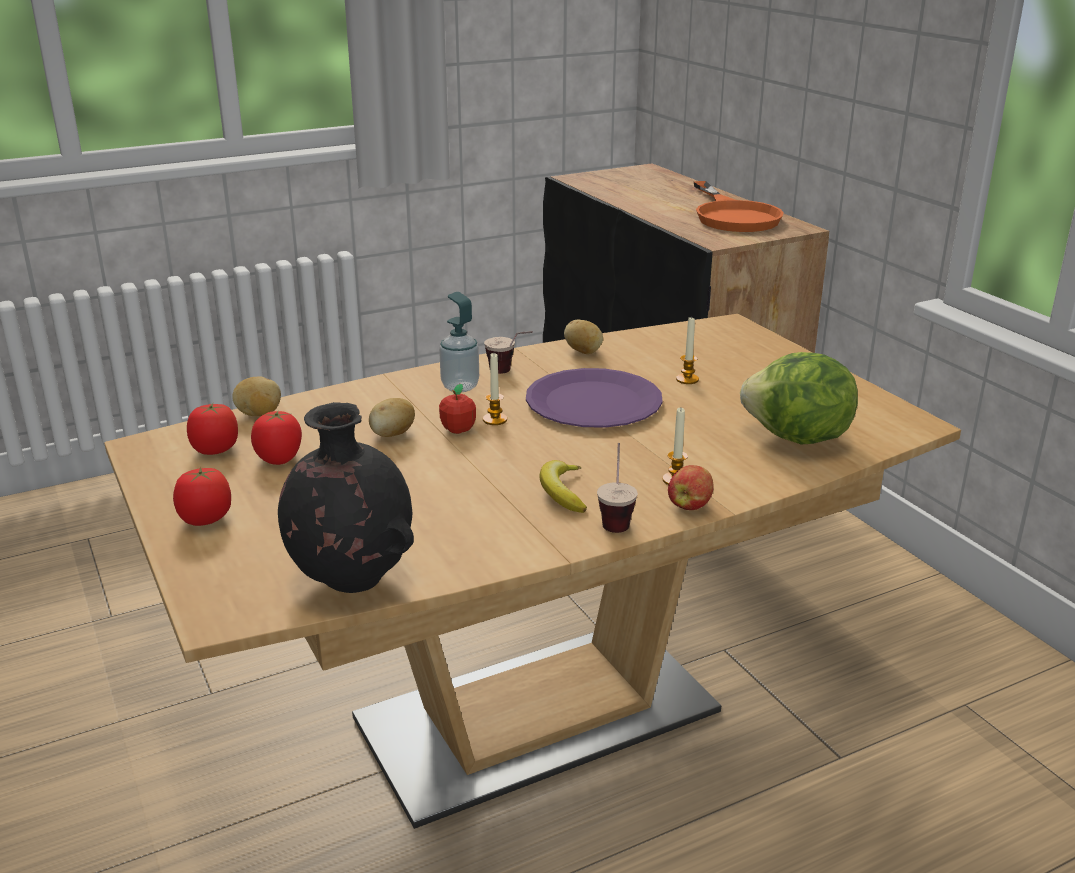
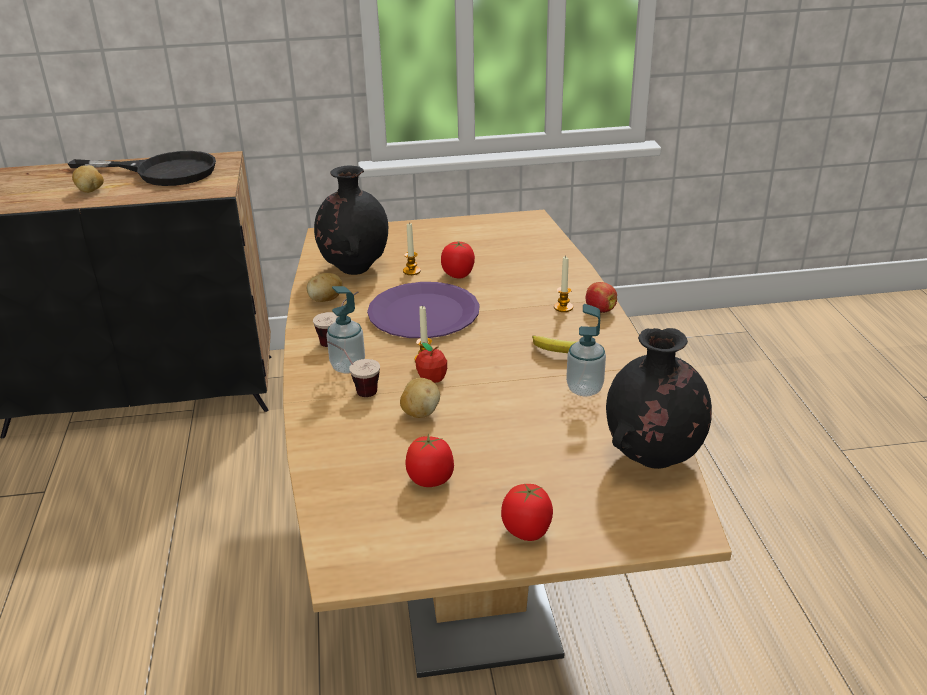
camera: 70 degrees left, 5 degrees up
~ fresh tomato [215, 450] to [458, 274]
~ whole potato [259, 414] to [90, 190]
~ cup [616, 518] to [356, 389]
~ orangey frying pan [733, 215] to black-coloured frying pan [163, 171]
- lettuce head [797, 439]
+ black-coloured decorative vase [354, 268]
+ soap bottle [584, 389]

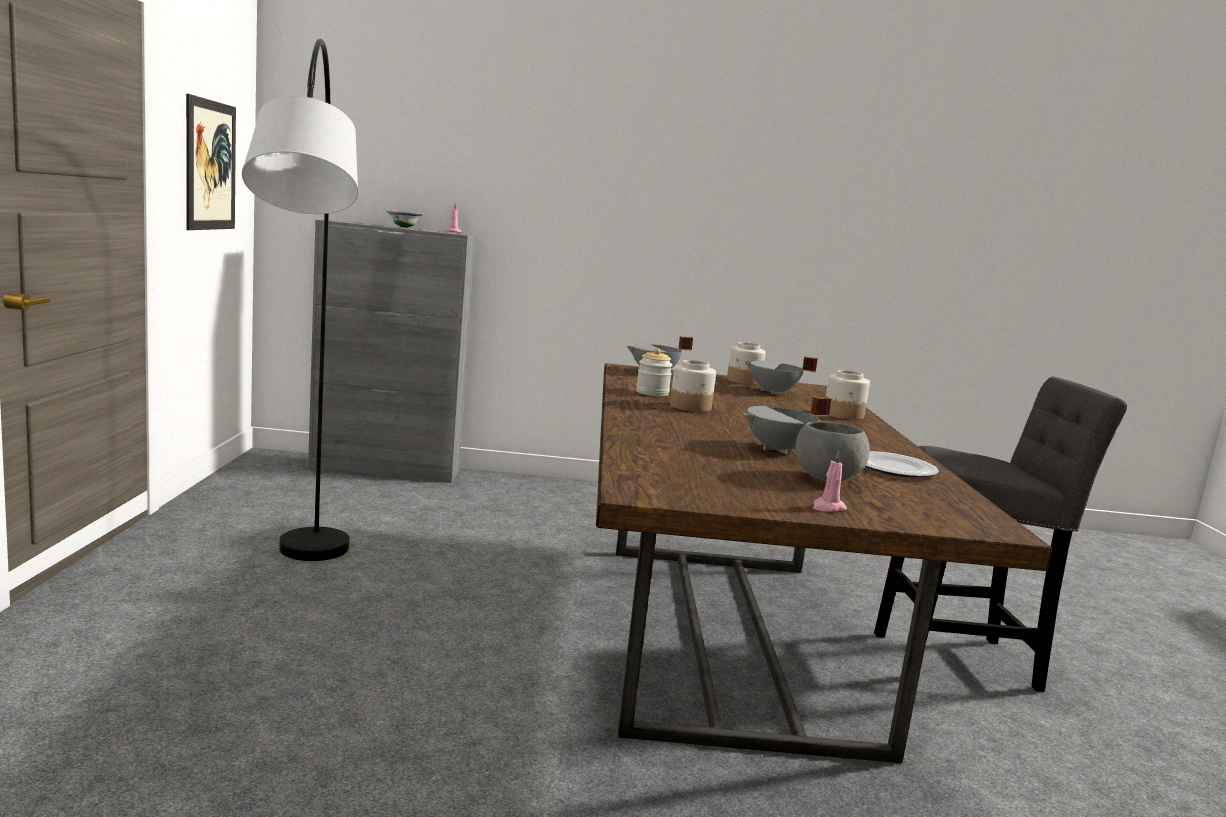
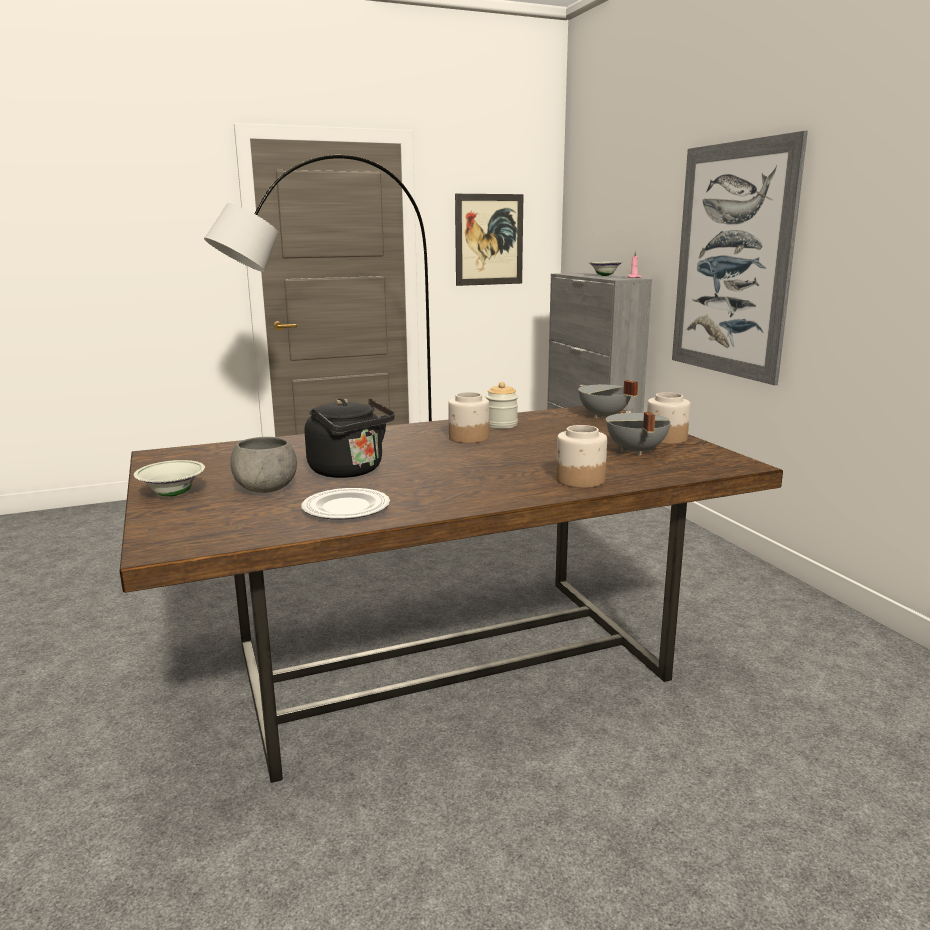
camera: 70 degrees right, 5 degrees up
~ grey stockpot [779, 450] to black-coloured tea kettle [350, 471]
~ pinkish wax light [828, 508] to white deep dish [173, 494]
- grey stool seat [964, 661]
+ picture [732, 261]

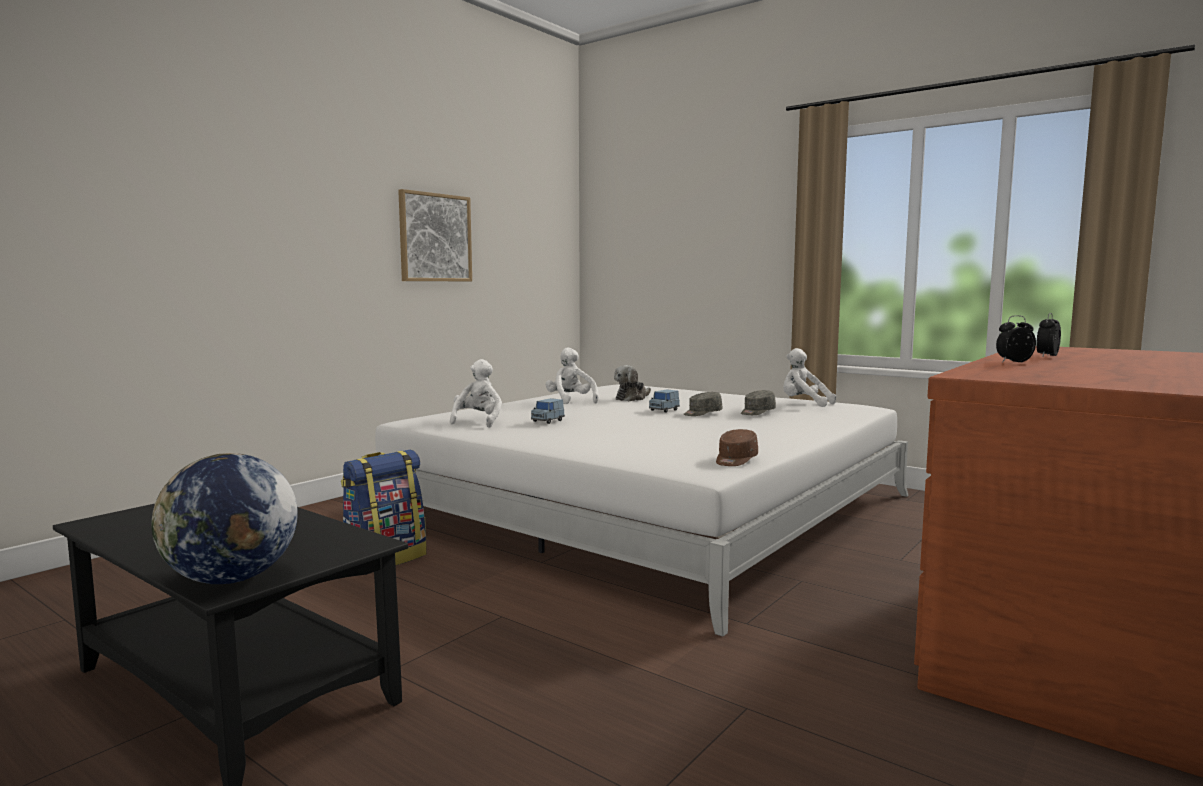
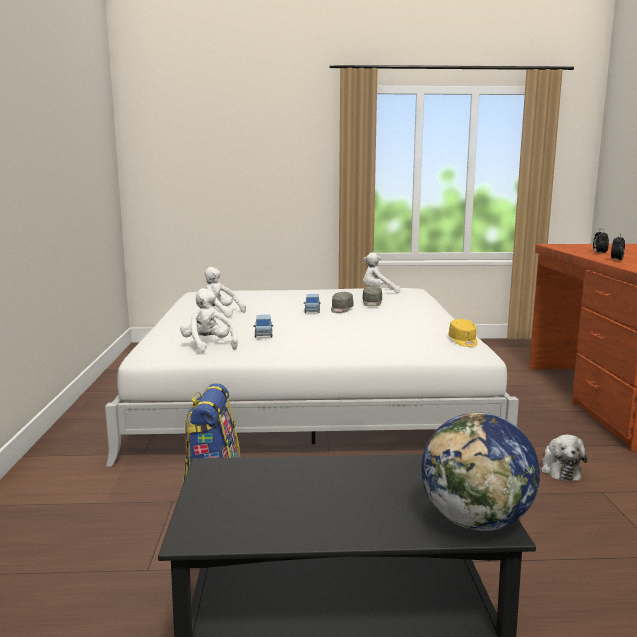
camera: 40 degrees left, 5 degrees up
- picture [435, 237]
~ plush toy [632, 398] to [559, 470]
~ brown-coloured cap [735, 460] to yellow cap [463, 341]

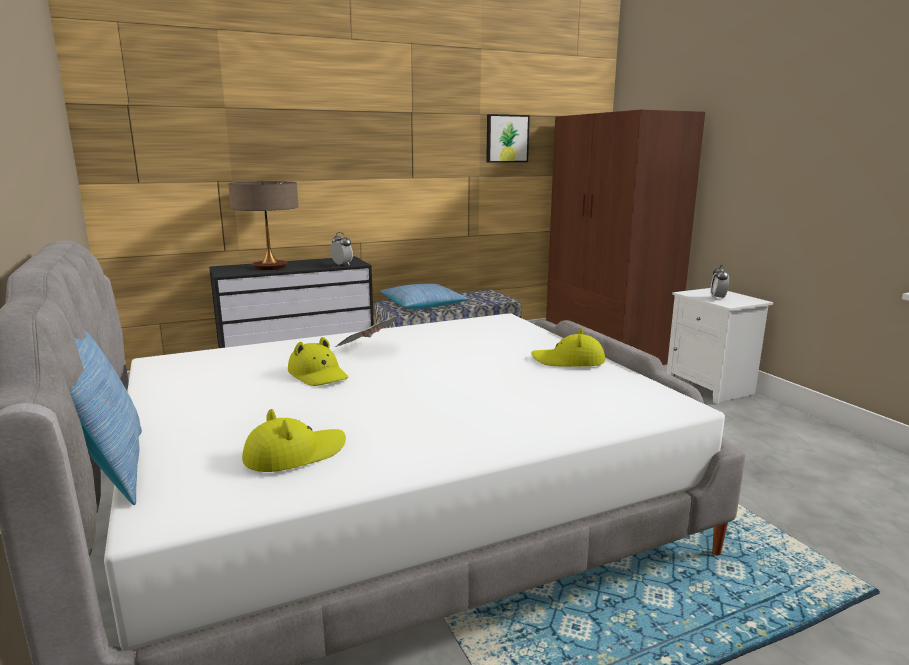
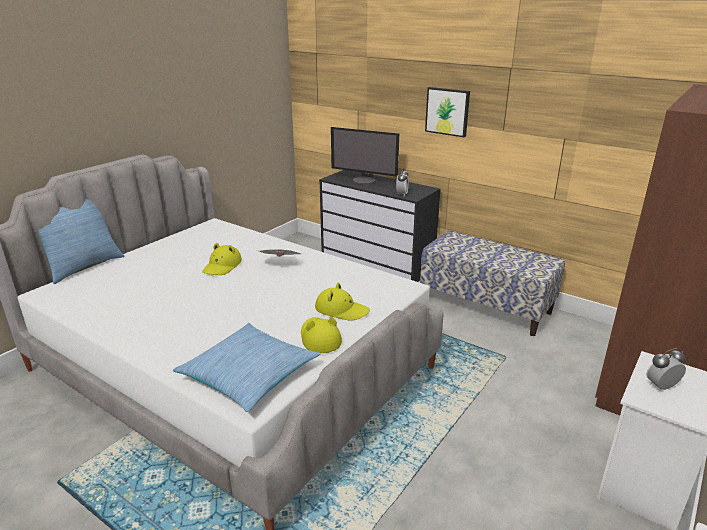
camera: 60 degrees right, 10 degrees up
~ lamp for a table [270, 267] to computer screen [364, 181]
~ yellow hat [294, 454] to [341, 310]
~ cushion [424, 305] to [249, 374]
~ picture [506, 138] to [447, 111]

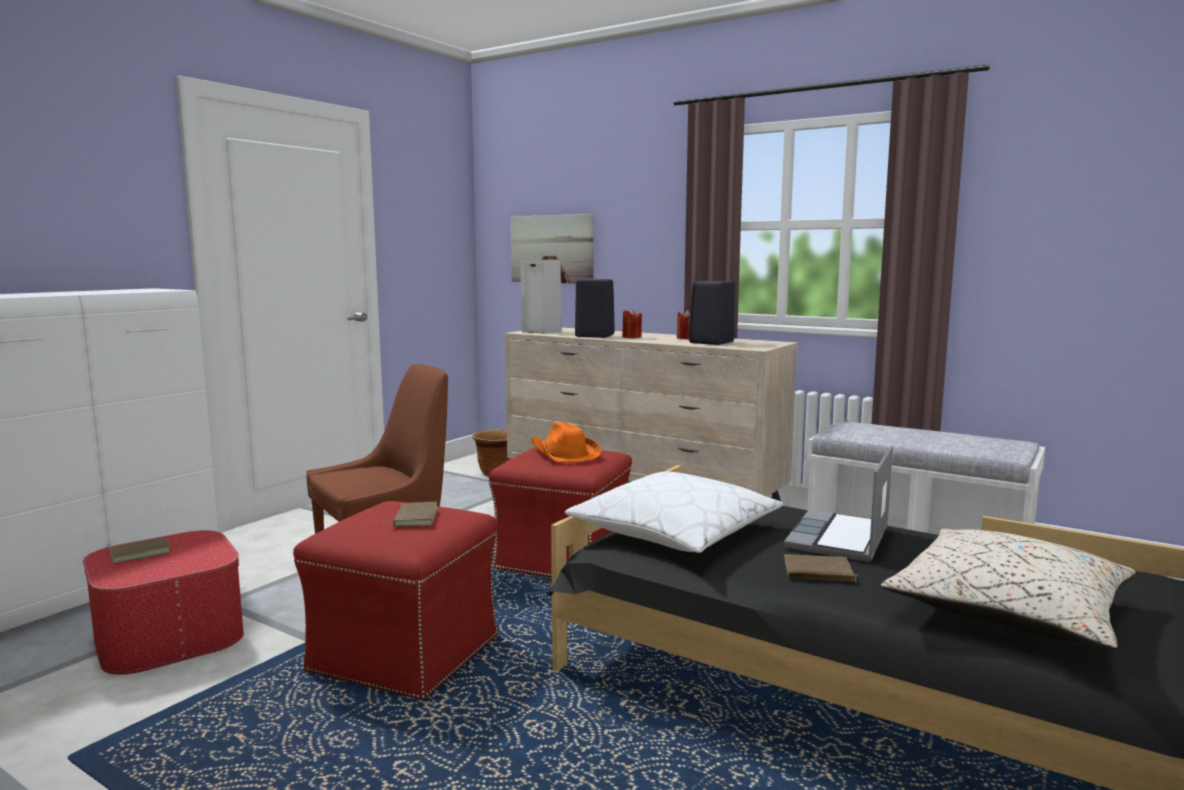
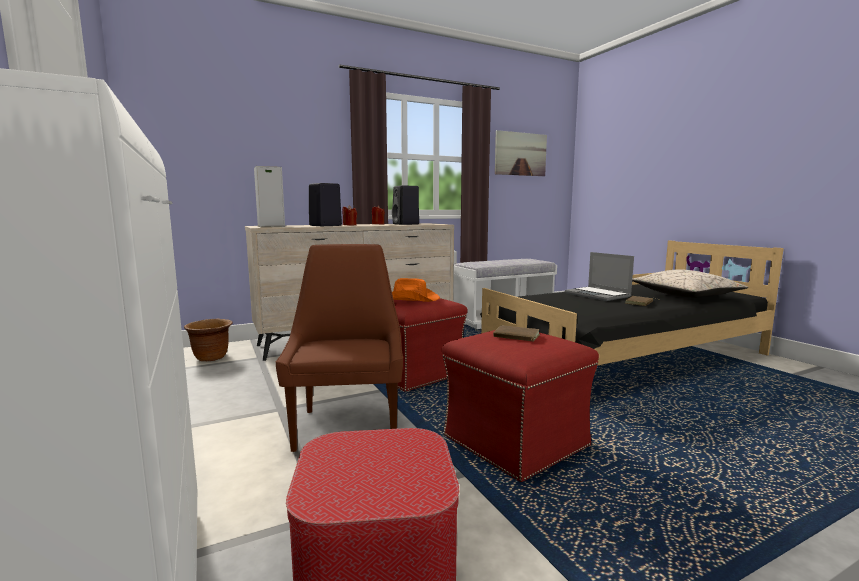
camera: 60 degrees left, 0 degrees up
- brown-coloured book [140, 552]
~ picture [552, 249] to [520, 154]
- white cushion [675, 531]

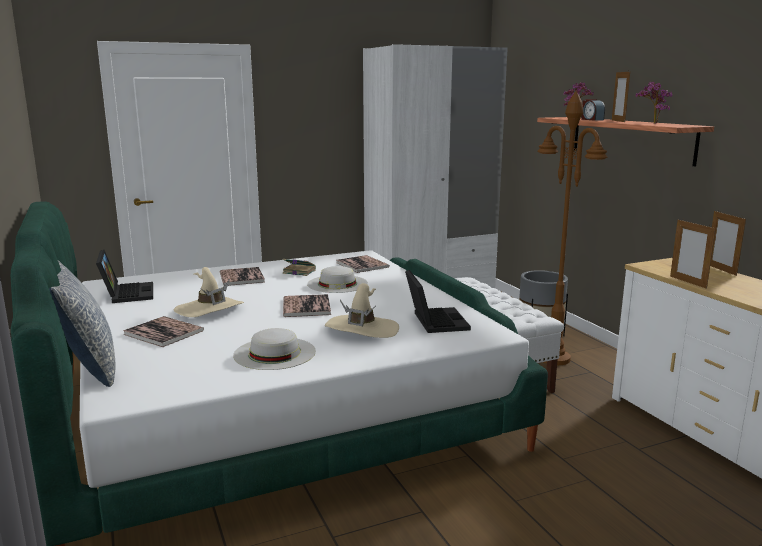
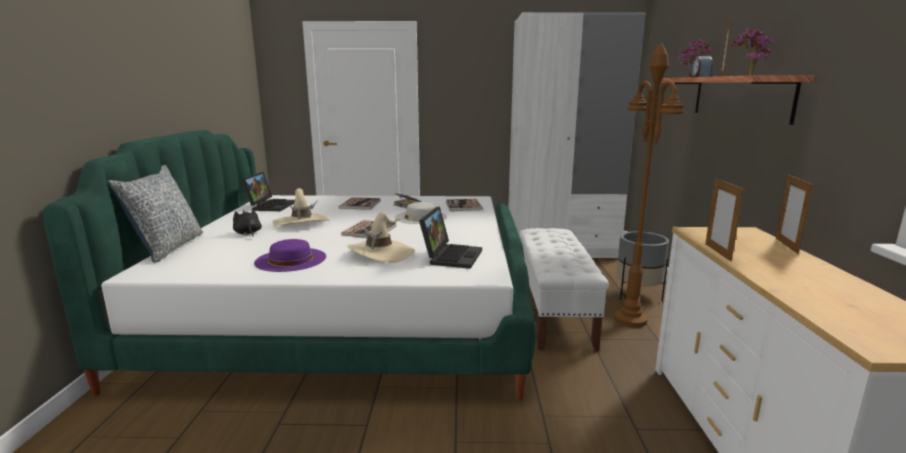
camera: 25 degrees right, 0 degrees up
~ book [164, 332] to black-coloured plush toy [248, 233]
~ white hat [274, 353] to purple-coloured hat [290, 259]

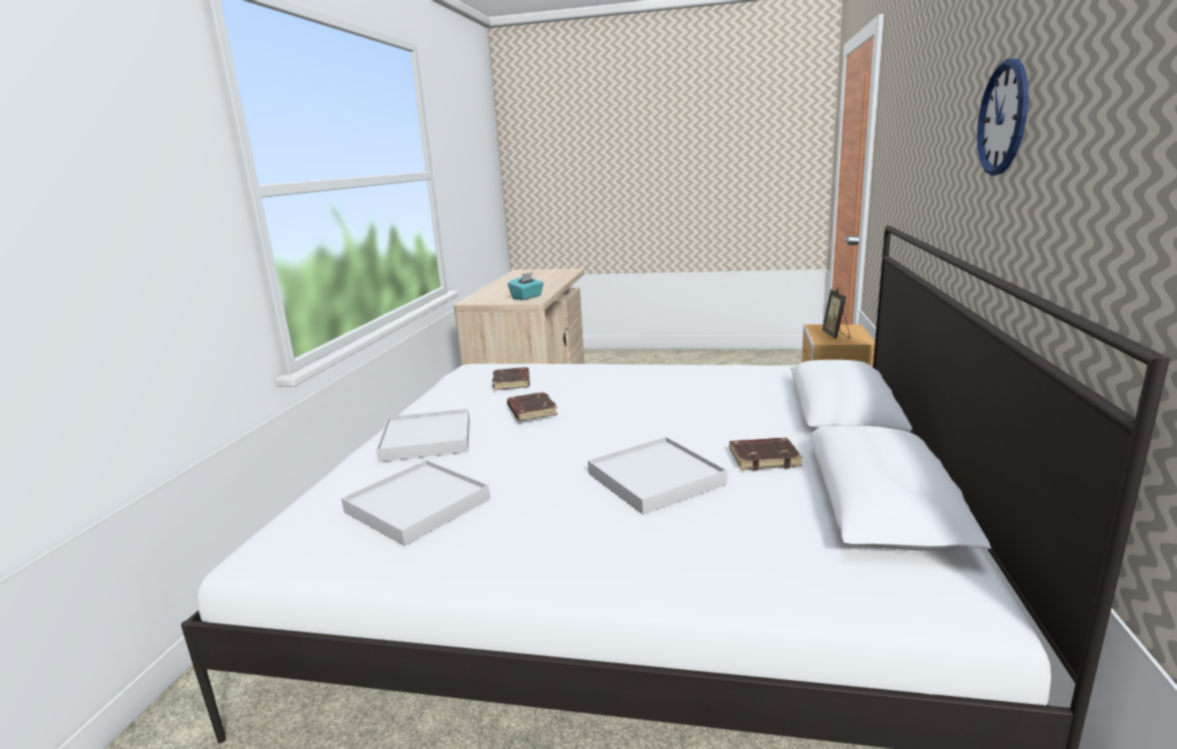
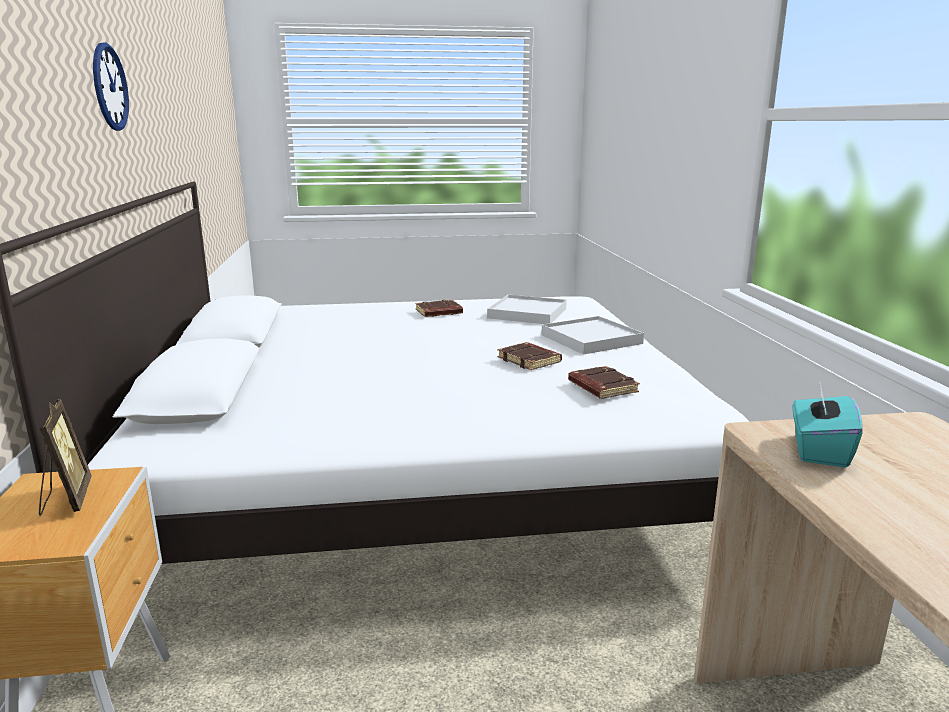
camera: 160 degrees right, 0 degrees up
- white carrying tray [655, 479]
~ brown-coloured book [764, 458] to [438, 312]

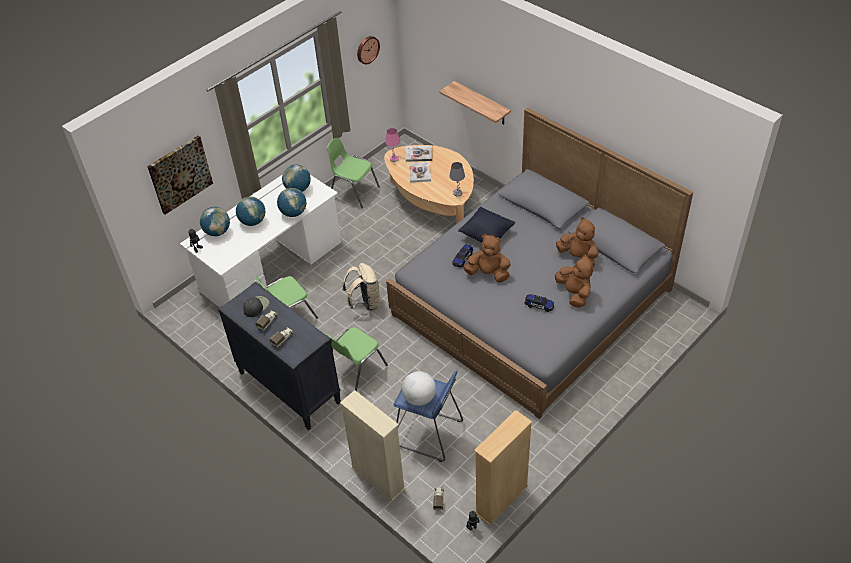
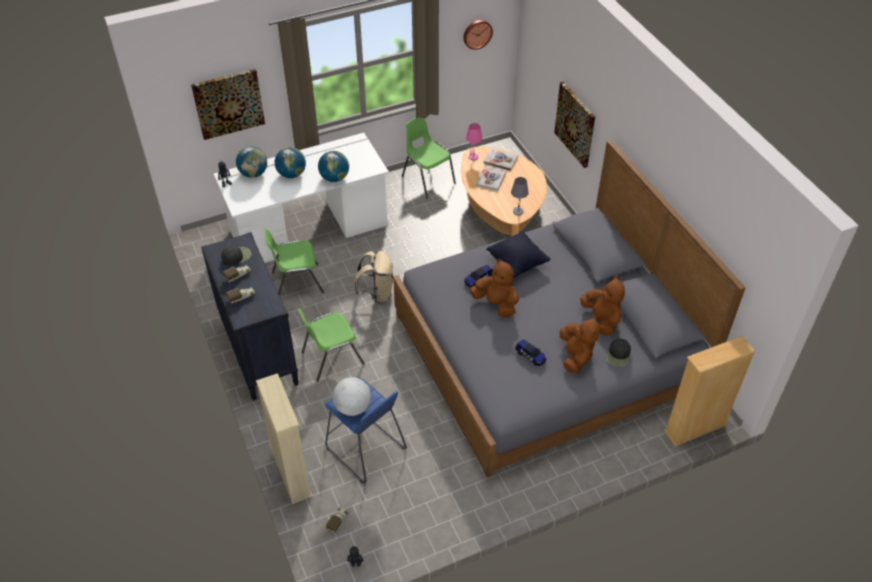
camera: 20 degrees right, 0 degrees up
- desk globe [298, 189]
~ wall shelf [482, 104] to picture [575, 124]
~ beige-coloured bookshelf [501, 500] to [695, 428]
+ black-coloured cap [618, 355]

